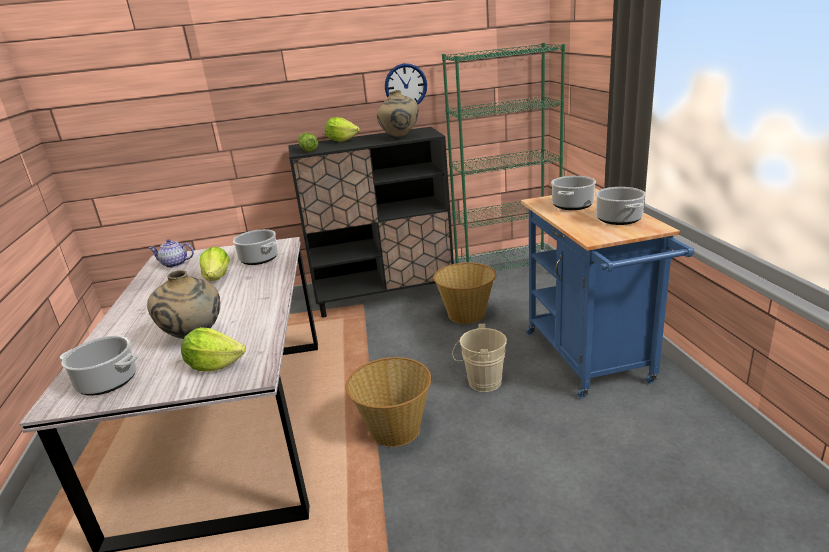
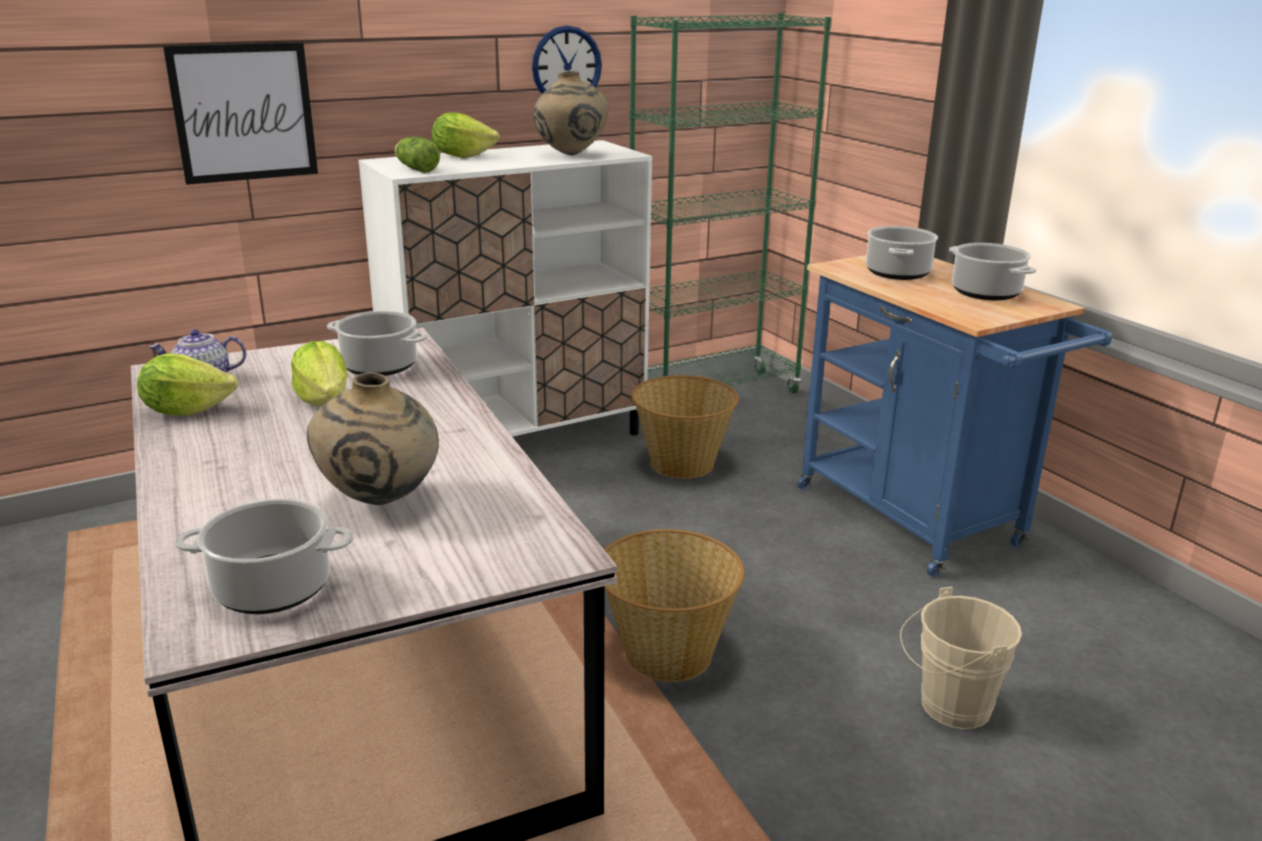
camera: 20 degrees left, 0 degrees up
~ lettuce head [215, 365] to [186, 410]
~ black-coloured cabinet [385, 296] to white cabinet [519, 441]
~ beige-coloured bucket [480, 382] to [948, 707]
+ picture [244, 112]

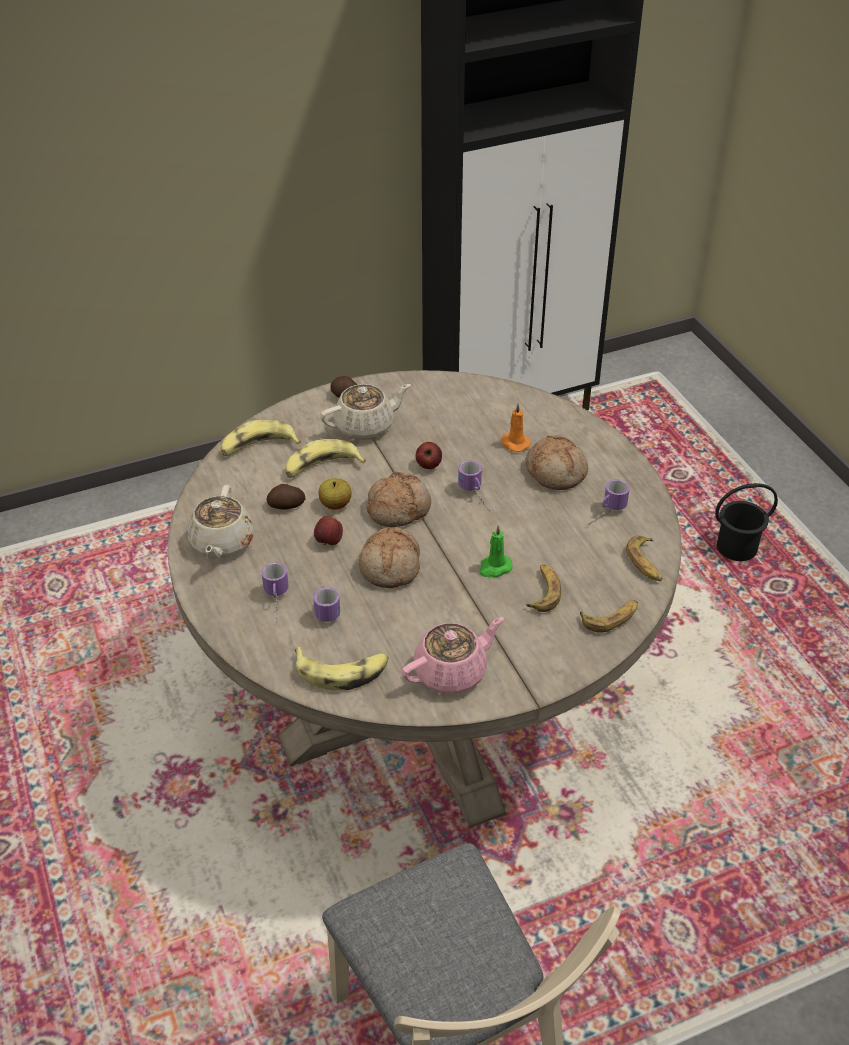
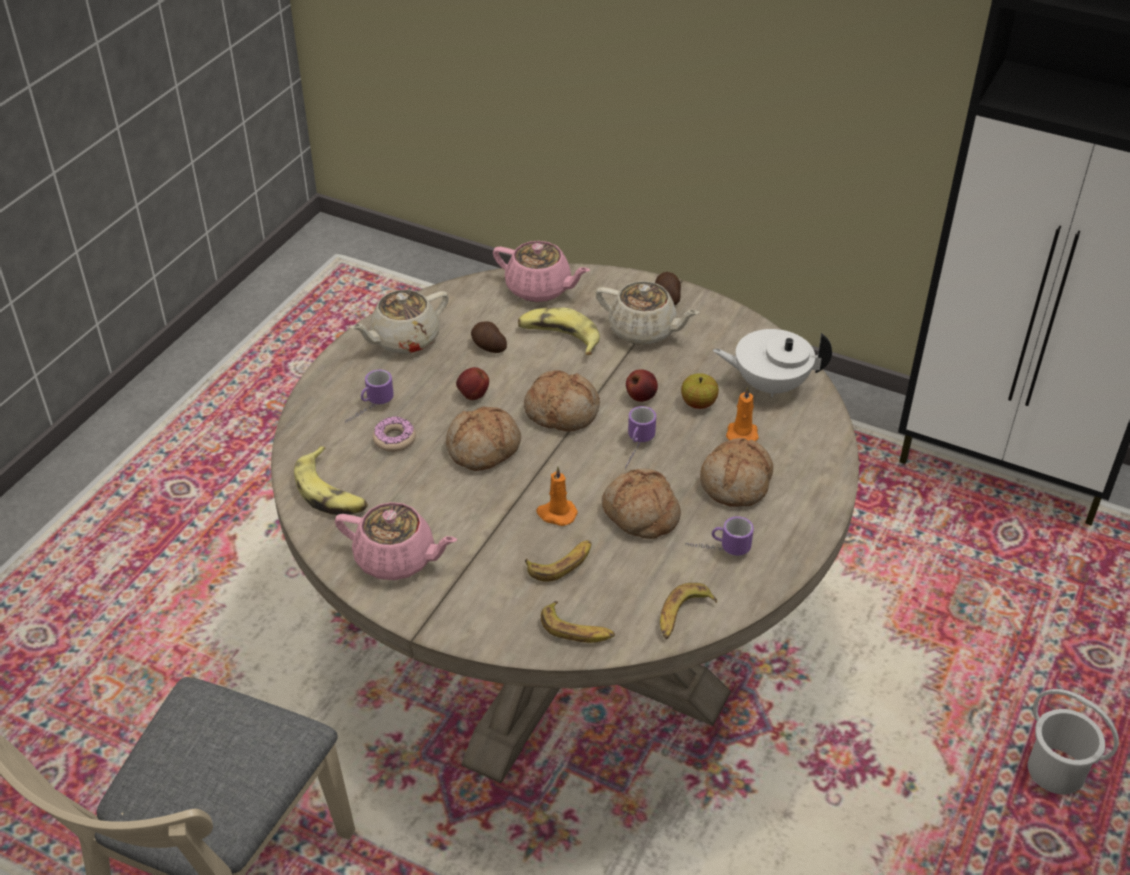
camera: 50 degrees right, 0 degrees up
~ whole banana [258, 447] to pinkish tea pot [540, 289]
~ tea mug [326, 607] to doughnut [394, 439]
~ whole apple [335, 504] to [698, 403]
~ greenish wax light [494, 568] to orangey wax light [556, 514]
~ black-coloured bucket [737, 548] to white bucket [1055, 772]
+ bread [639, 514]
+ white tea pot [769, 384]

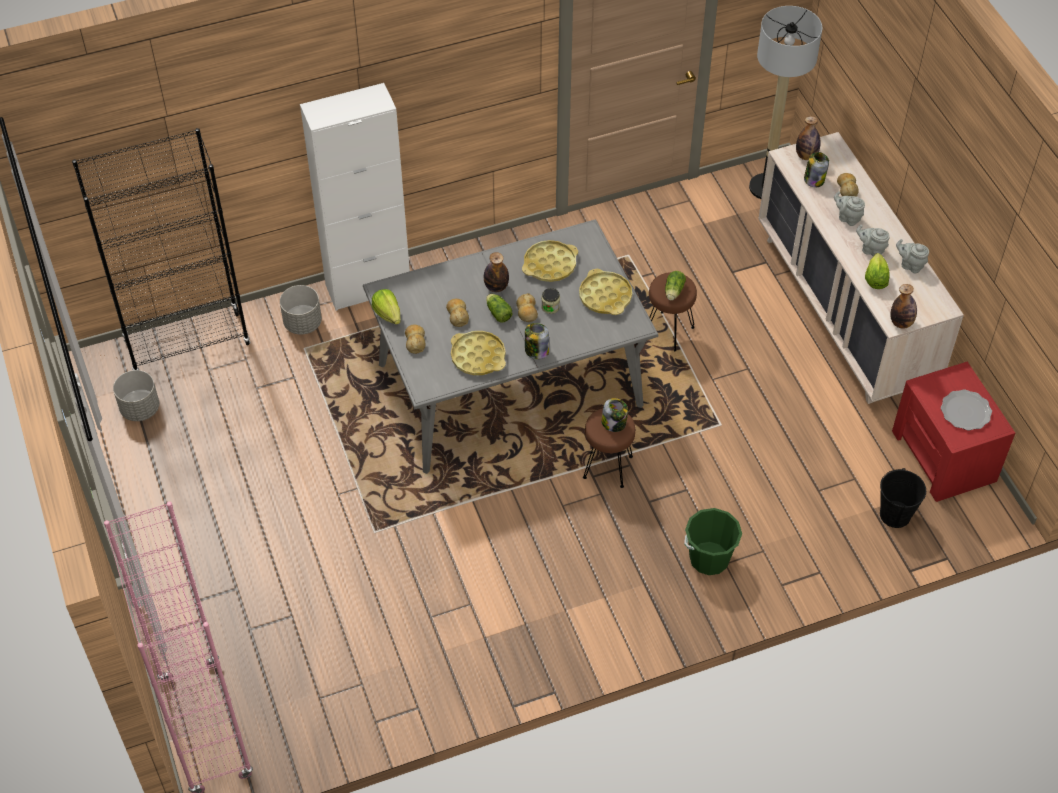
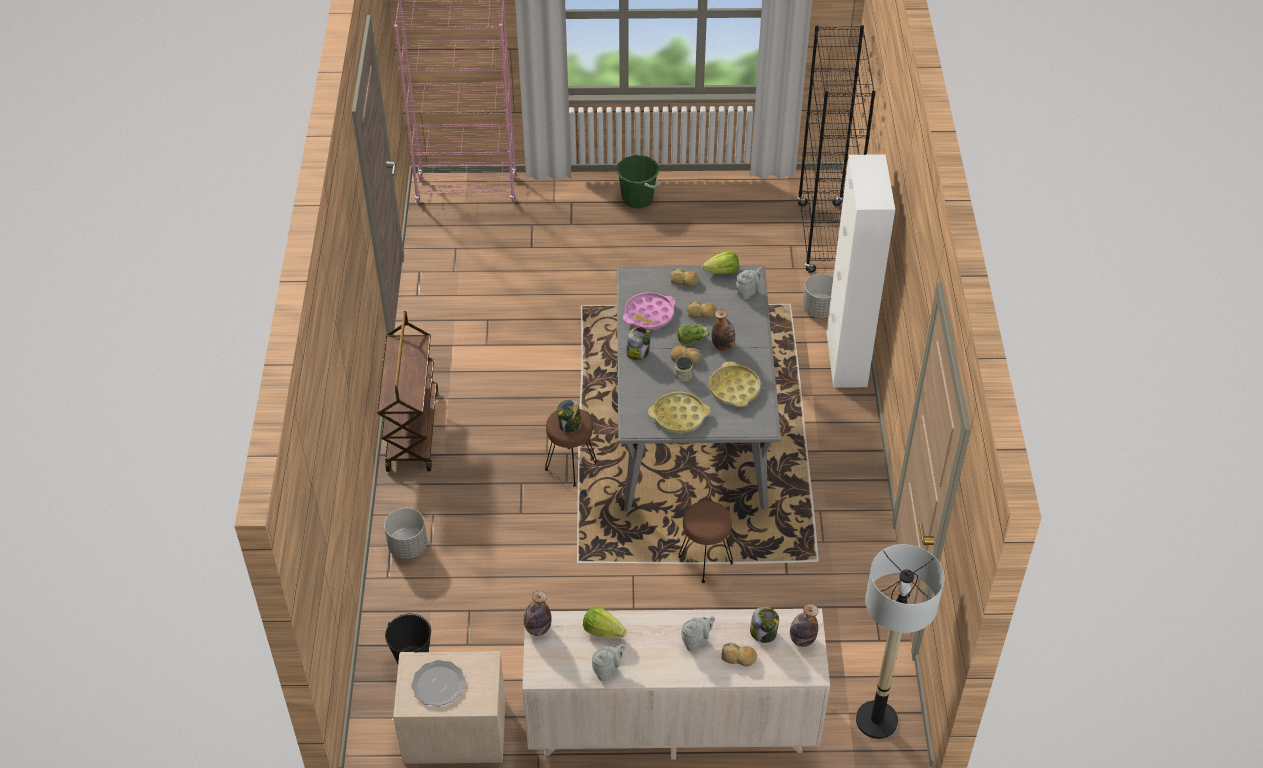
camera: 110 degrees right, 5 degrees down
~ grey planter [140, 409] to [408, 546]
~ yellow carrying tray [478, 356] to pinkish carrying tray [649, 315]
- lettuce head [673, 292]
~ greenish bucket [709, 558] to [637, 199]
~ grey tea pot [871, 250] to [747, 292]
~ red night table [944, 456] to beige-coloured night table [454, 730]
+ brown-coloured wheeled cart [412, 430]

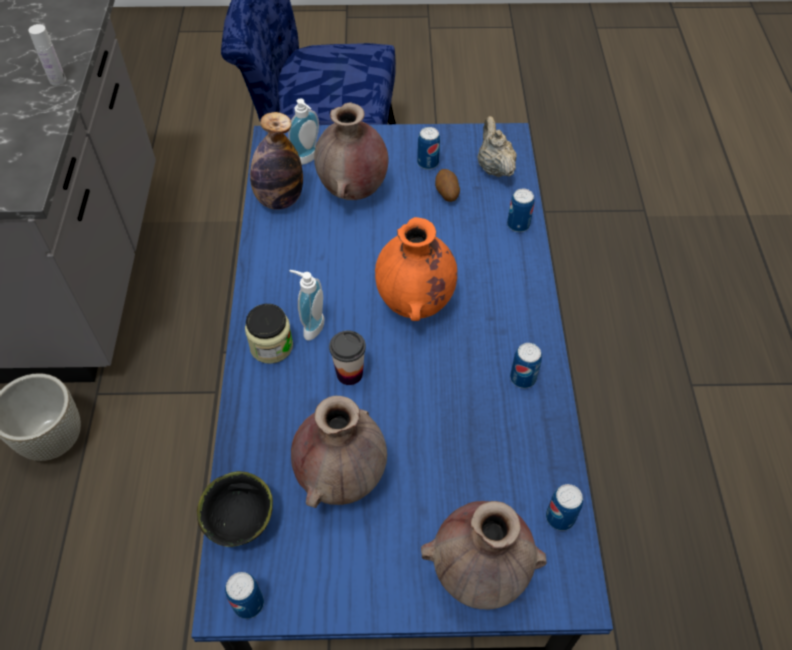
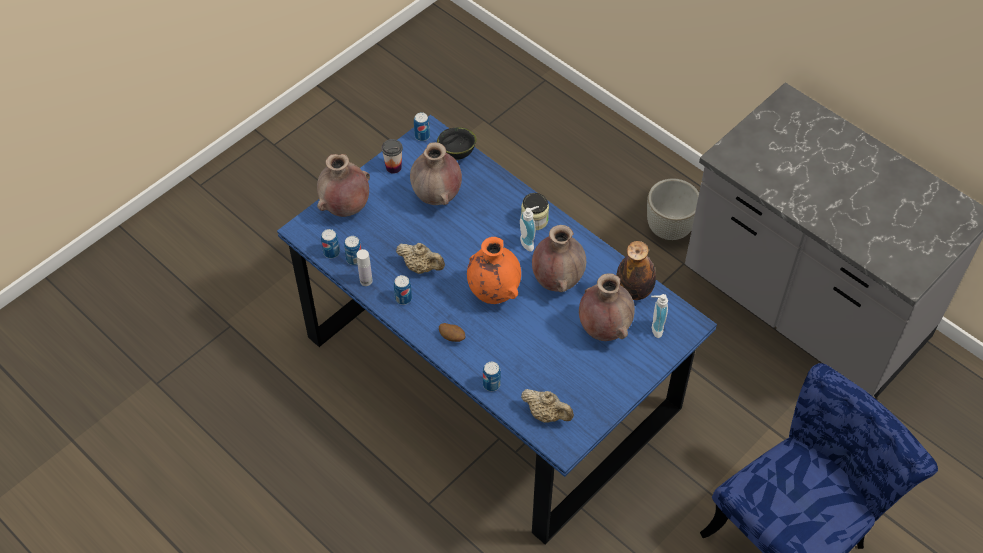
camera: 135 degrees right, 0 degrees up
~ white drink bottle [57, 80] to [366, 281]
~ cup [349, 374] to [393, 167]
~ can [428, 163] to [354, 259]
~ whole potato [446, 194] to [452, 337]
+ beige-coloured tea pot [421, 267]
+ brown-coloured decorative vase [557, 280]

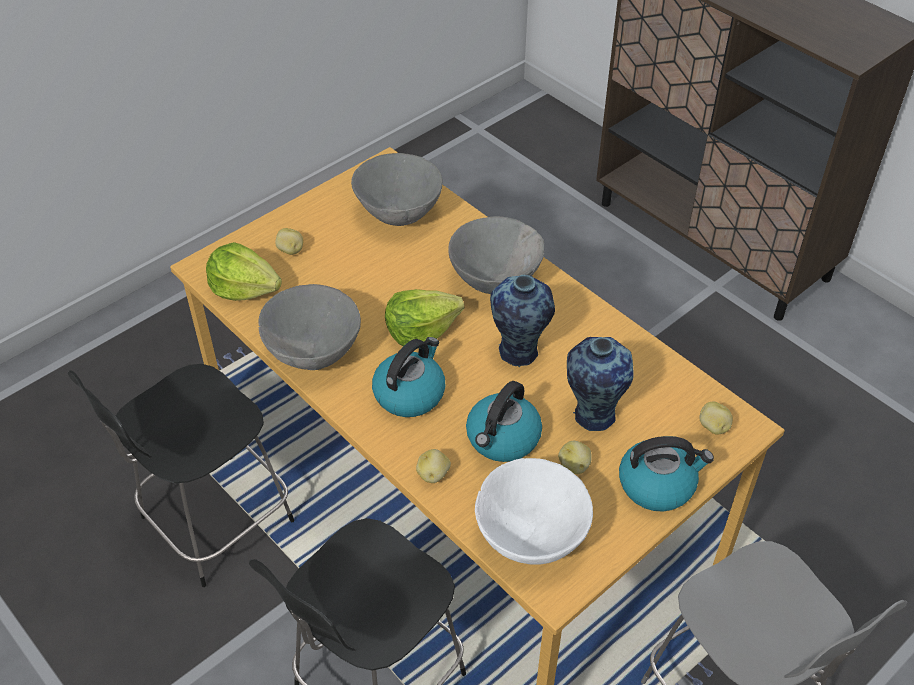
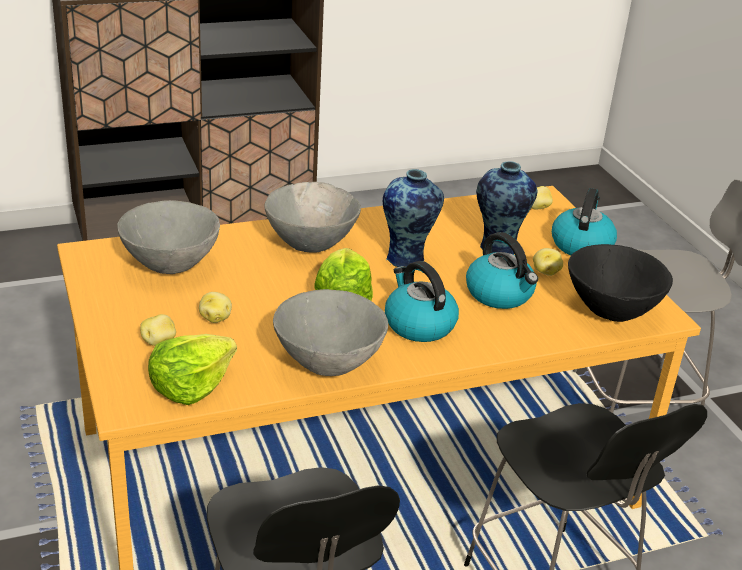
camera: 70 degrees left, 15 degrees down
~ whole potato [433, 474] to [215, 318]
~ white deep dish [530, 538] to black-coloured deep dish [610, 312]

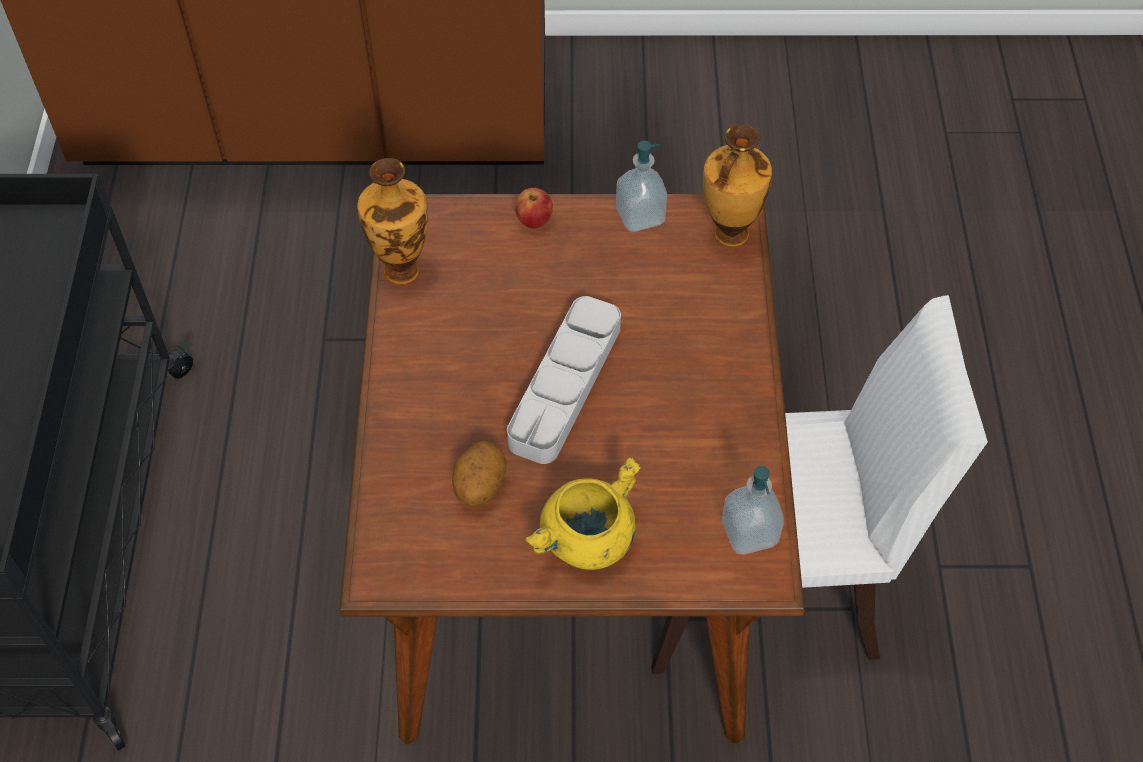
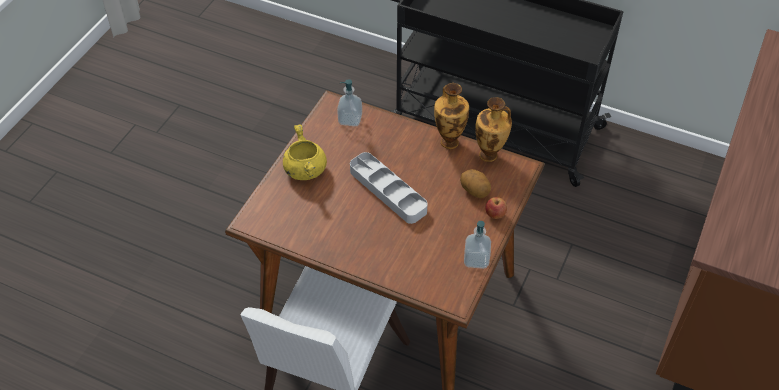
camera: 115 degrees right, 5 degrees down
~ whole potato [479, 486] to [475, 191]
~ decorative vase [729, 234] to [449, 141]
~ soap bottle [749, 533] to [350, 119]

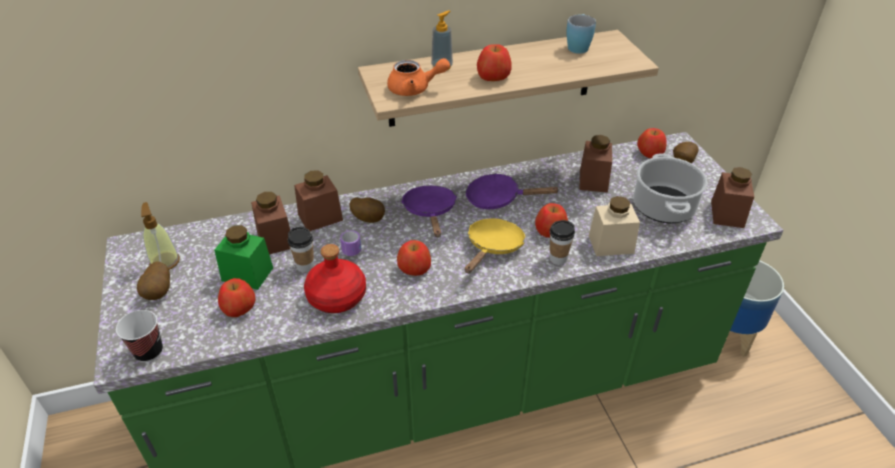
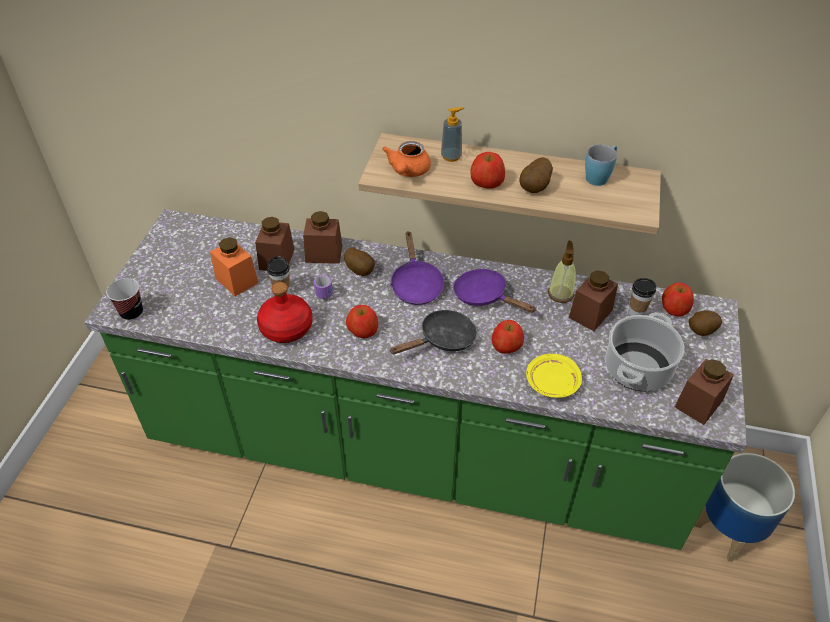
camera: 30 degrees right, 5 degrees up
~ whole potato [159, 292] to [535, 188]
~ soap bottle [165, 261] to [560, 293]
~ greenish preserve jar [247, 274] to orangey preserve jar [236, 280]
- whole apple [239, 308]
~ orangey tea pot [415, 89] = [408, 171] 75 degrees clockwise
~ purple-coloured frying pan [430, 211] = [416, 284] 150 degrees clockwise
~ yellow frying pan [493, 247] to black-coloured frying pan [443, 340]
~ cup [558, 259] to [636, 312]
~ beige-coloured preserve jar [611, 244] to yellow flat dish [552, 383]

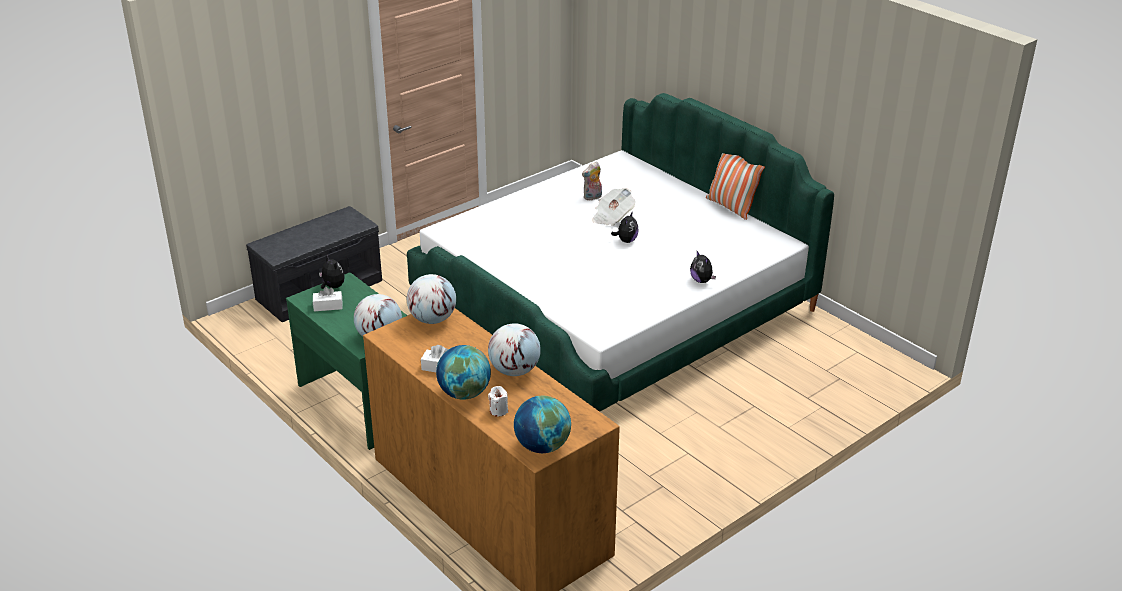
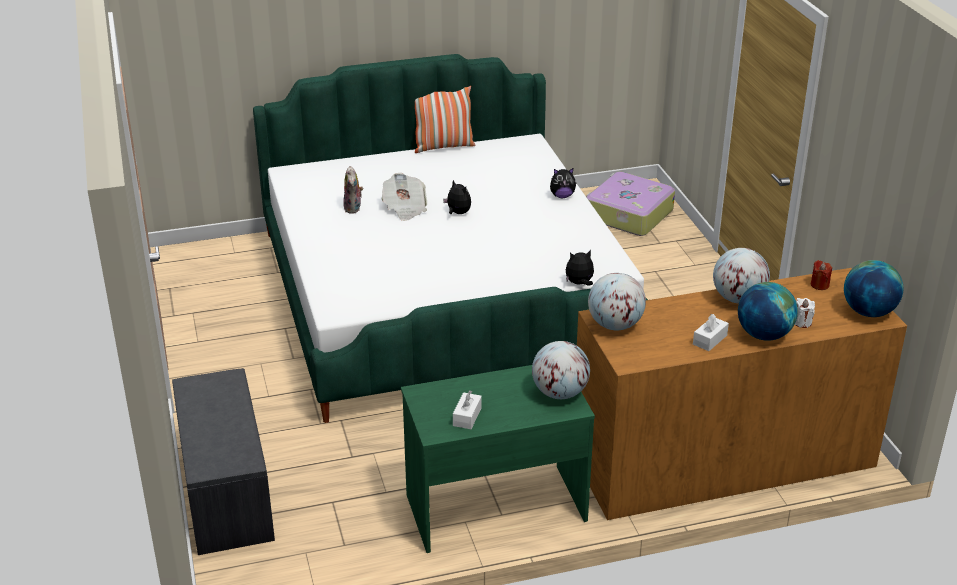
camera: 65 degrees left, 0 degrees up
~ plush toy [332, 287] to [579, 283]
+ travel case [628, 214]
+ red wax light [819, 285]

